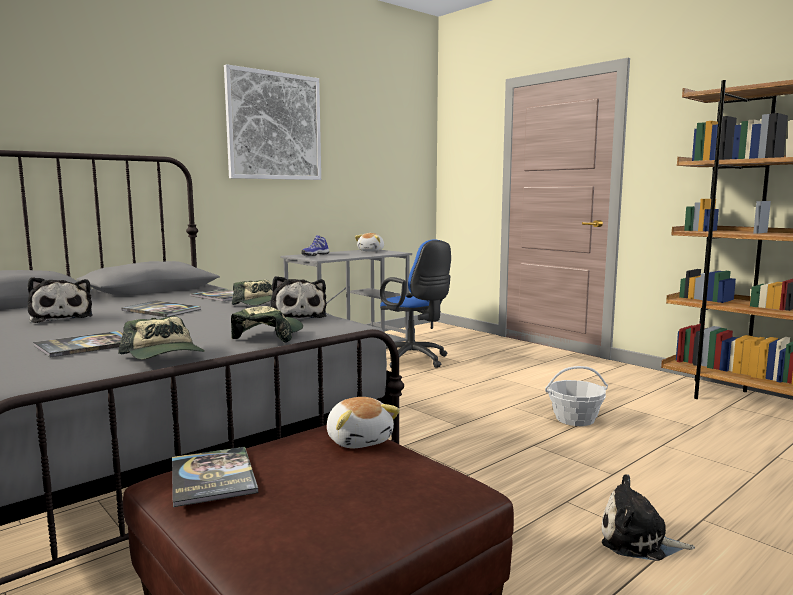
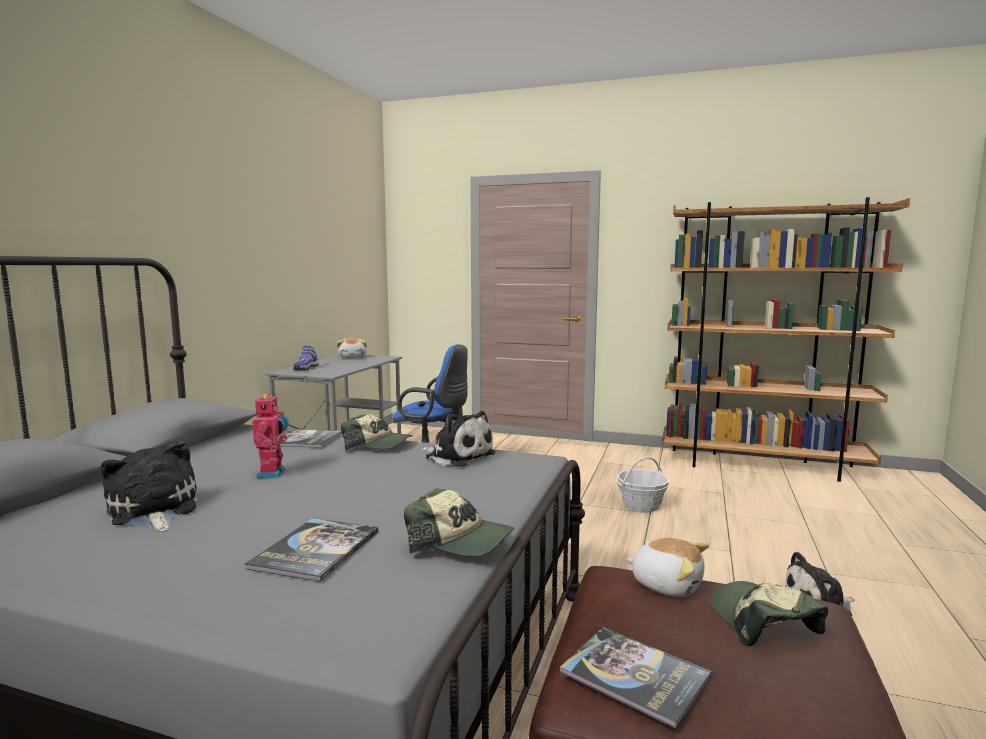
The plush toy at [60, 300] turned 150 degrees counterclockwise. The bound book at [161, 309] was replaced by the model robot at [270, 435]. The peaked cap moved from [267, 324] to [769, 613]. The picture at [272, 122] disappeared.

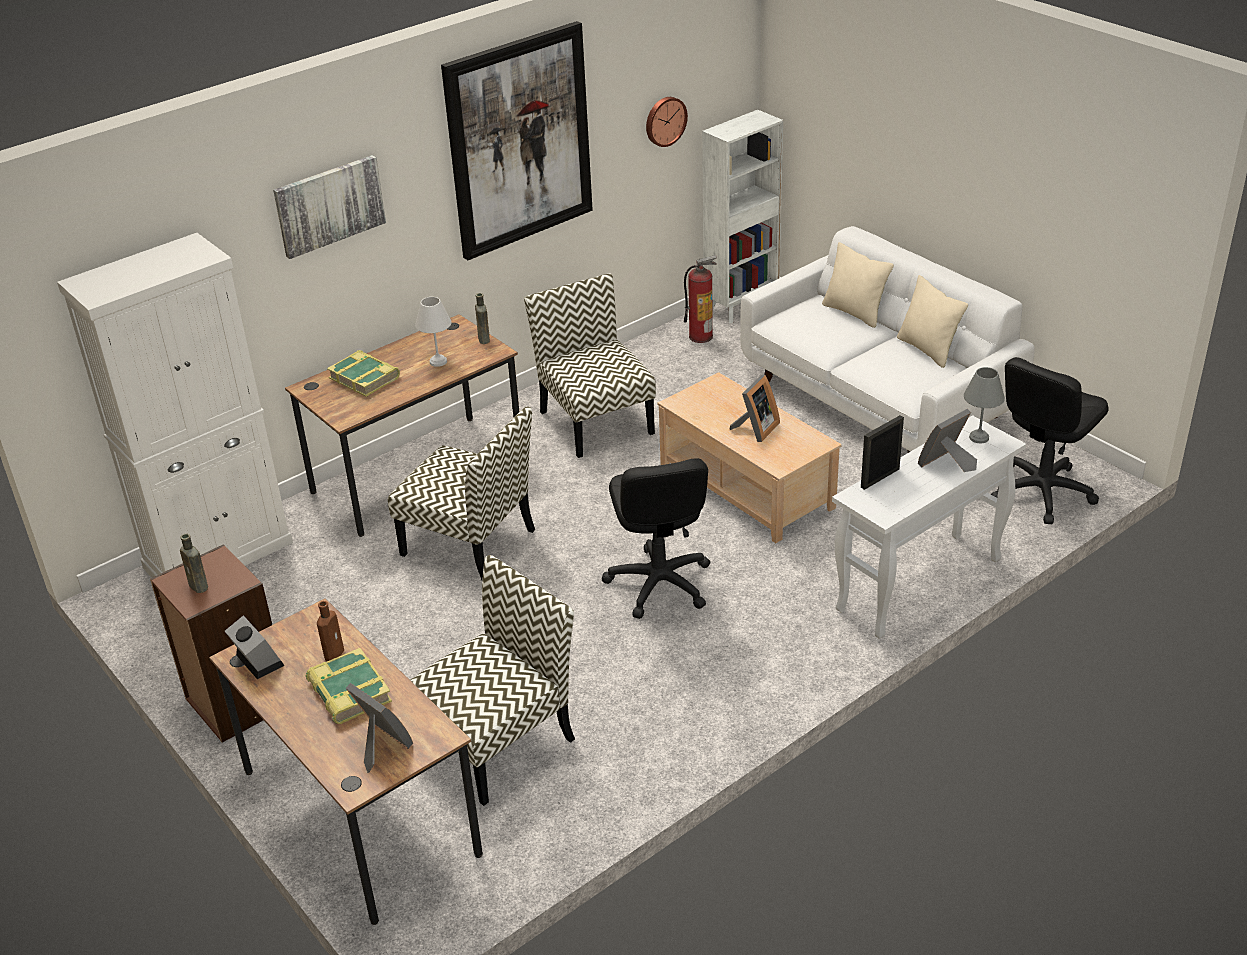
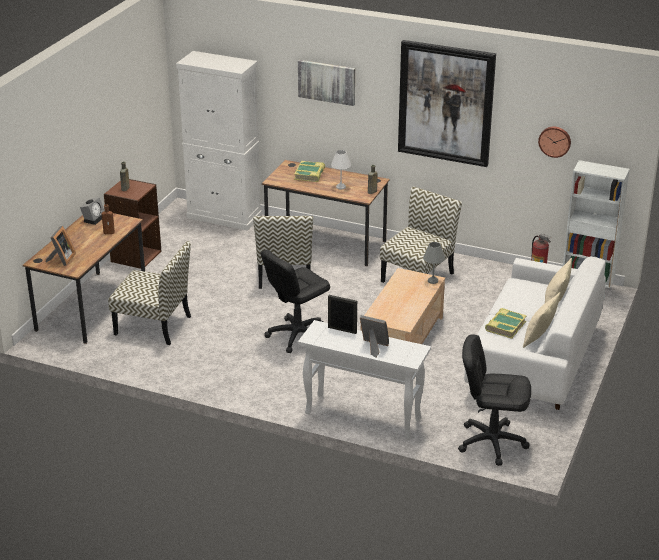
The greyish tabletop lamp moved from [984, 405] to [434, 263]. The bound book moved from [349, 686] to [506, 323]. The photo frame at [754, 408] disappeared.

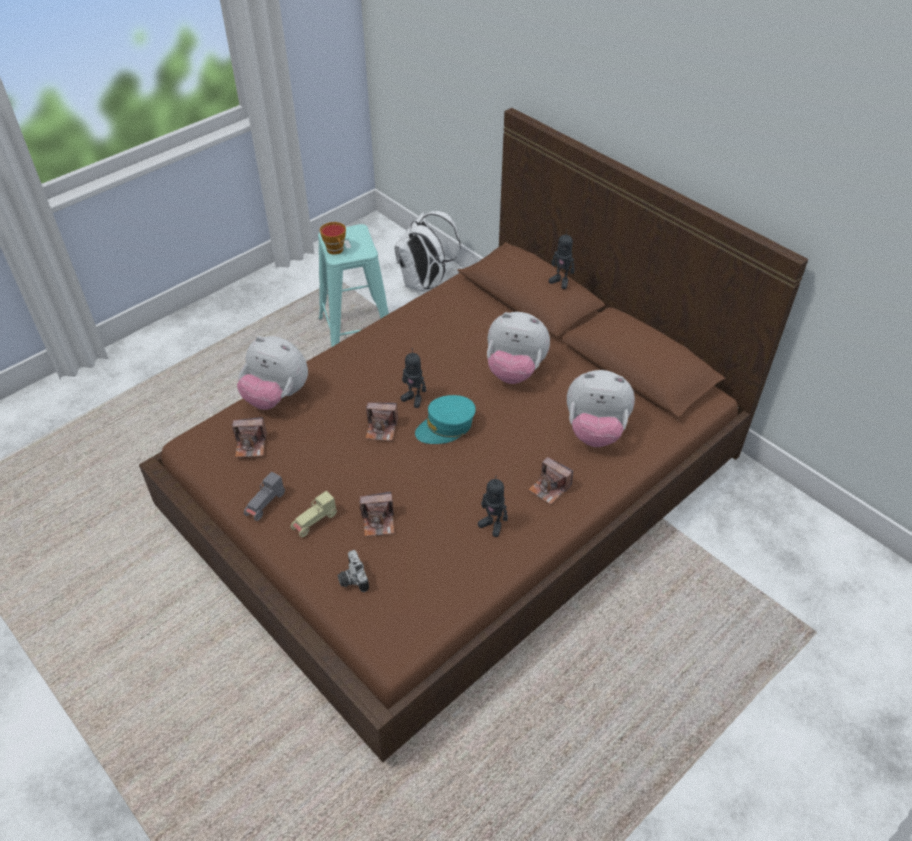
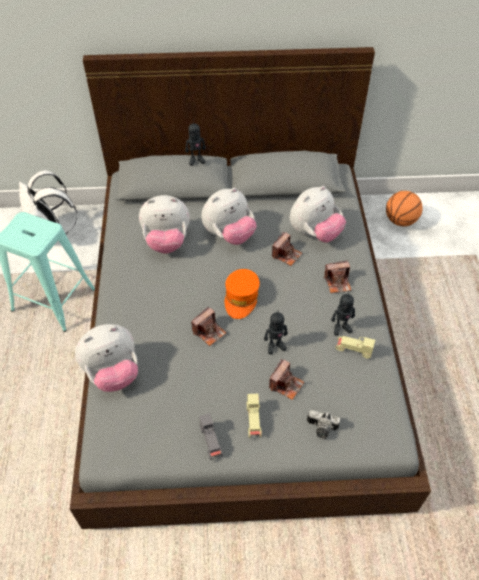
The brownish bedroom bed at [473, 435] became the greyish bedroom bed at [250, 288]. The plush toy at [164, 224] appeared. The turquoise-coloured peaked cap at [445, 419] became the orange-coloured peaked cap at [242, 294]. The model robot moved from [413, 378] to [276, 333]. The still camera moved from [249, 437] to [287, 249]. The beige model car at [355, 347] appeared. The ball for basketball at [404, 208] appeared. The cup at [333, 238] disappeared.

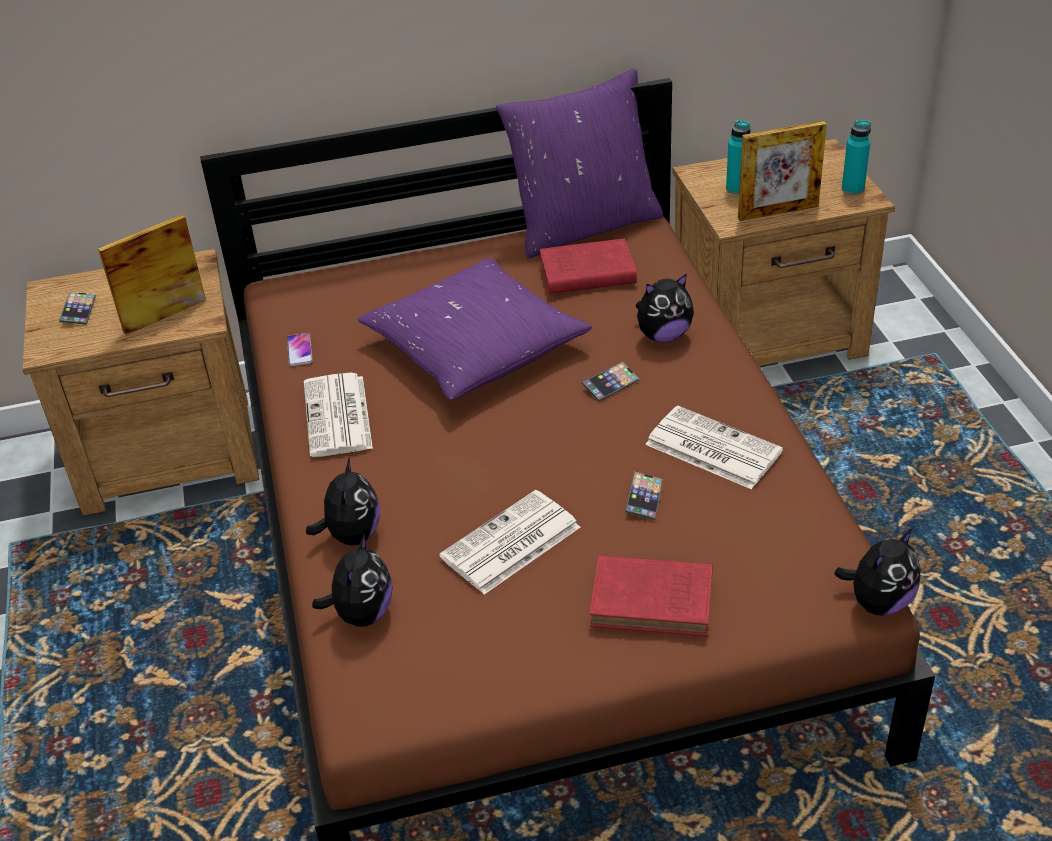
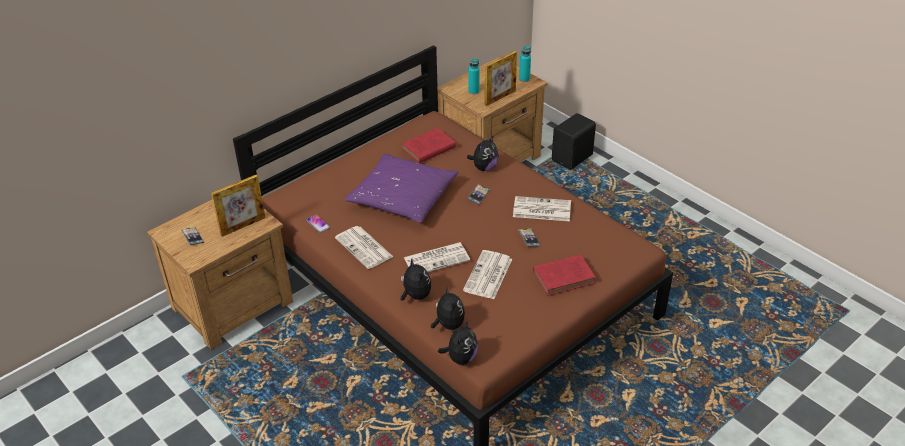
The photo frame at [152, 274] turned 150 degrees counterclockwise. The daily paper at [437, 257] appeared. The plush toy moved from [877, 572] to [458, 343]. The black-coloured loudspeaker at [574, 141] appeared. The purple-coloured pillow at [579, 163] disappeared.

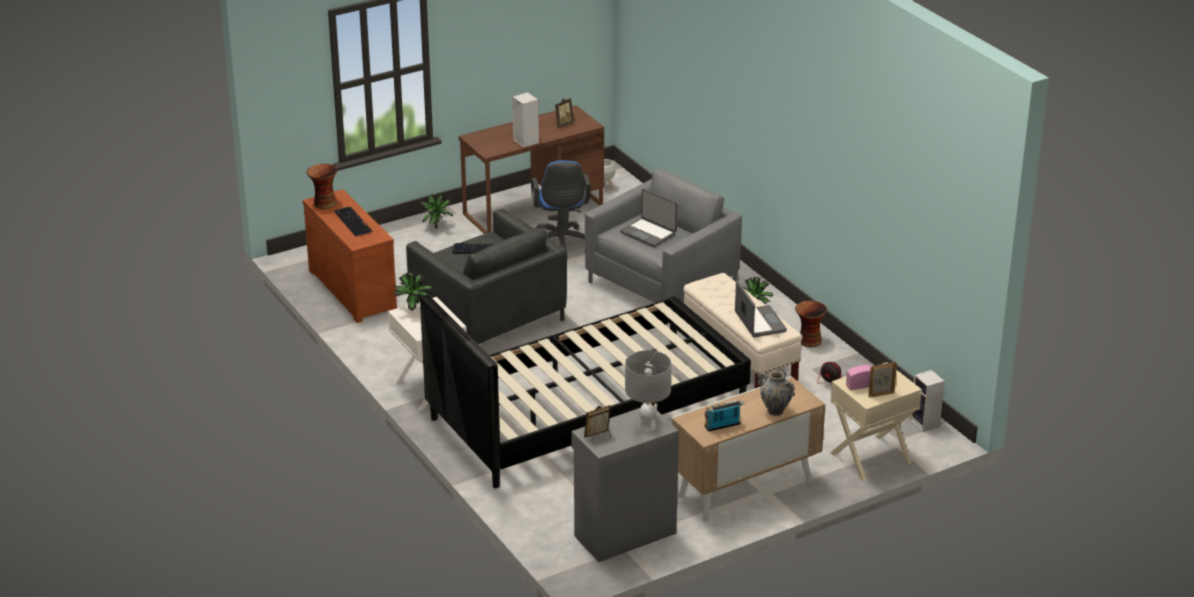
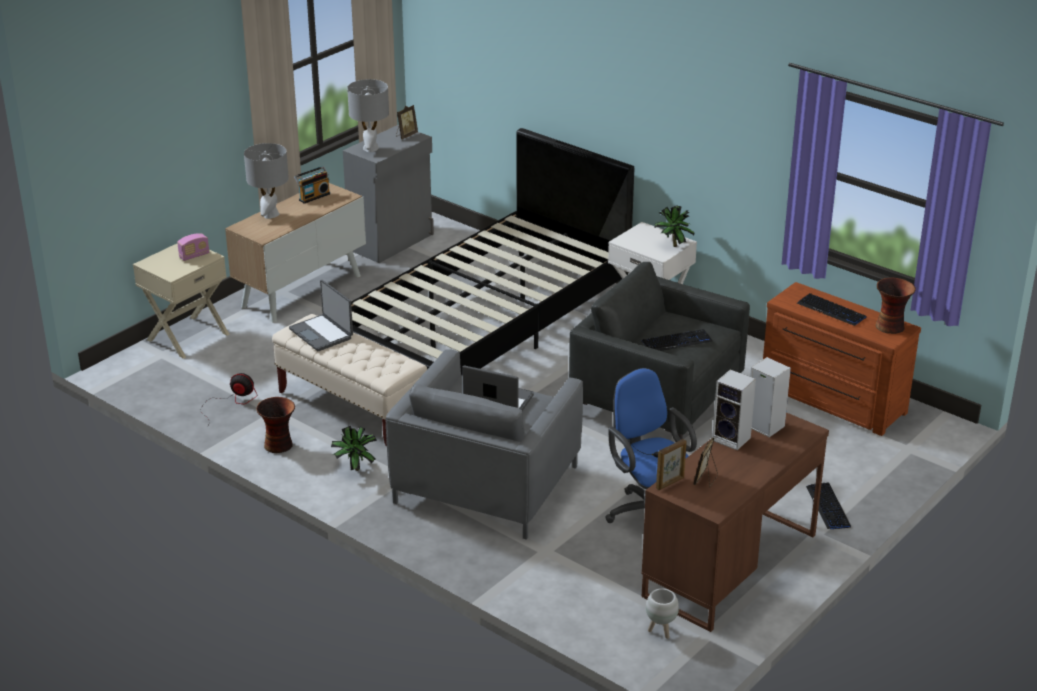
The decorative vase at [776, 393] was replaced by the greyish tabletop lamp at [266, 181]. The photo frame moved from [883, 380] to [671, 464]. The loudspeaker moved from [927, 401] to [770, 397]. The plant in a pot at [436, 211] was replaced by the keyboard at [828, 505].

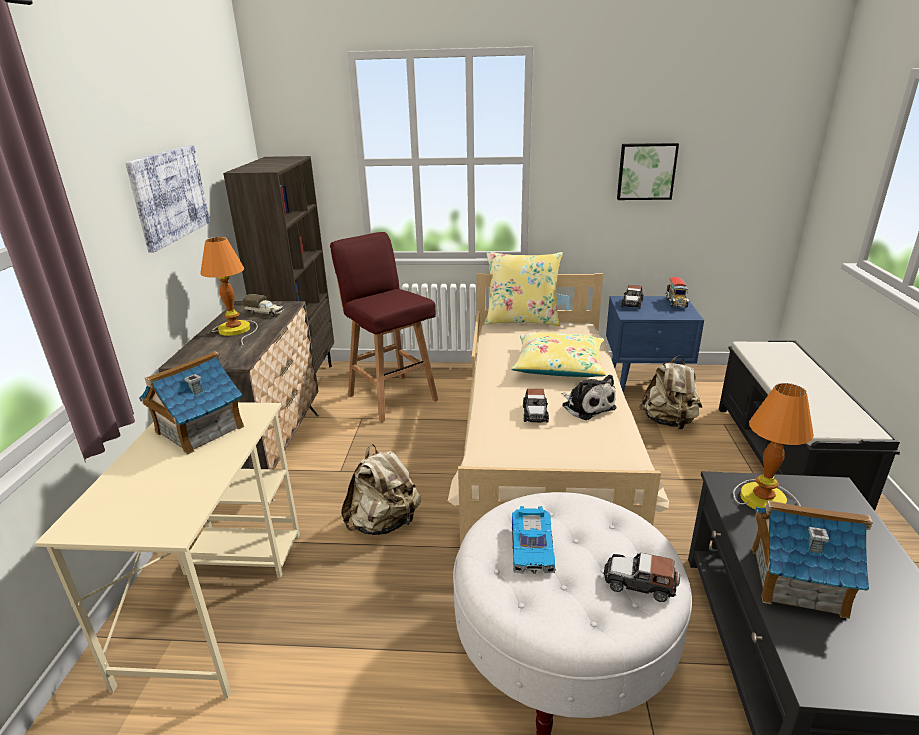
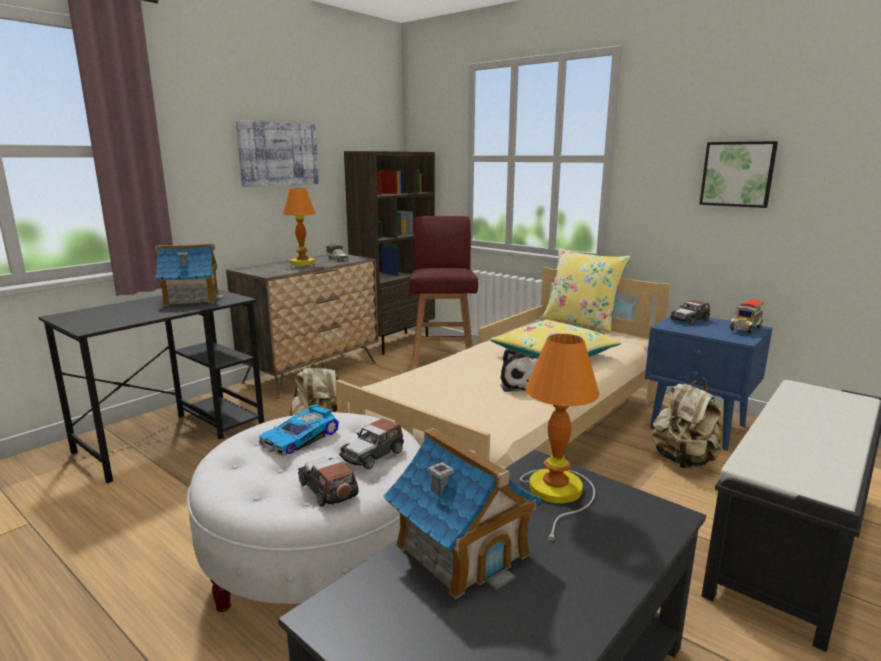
The beige desk table at [167, 550] became the black-coloured desk table at [151, 386]. The model car moved from [536, 405] to [371, 444].

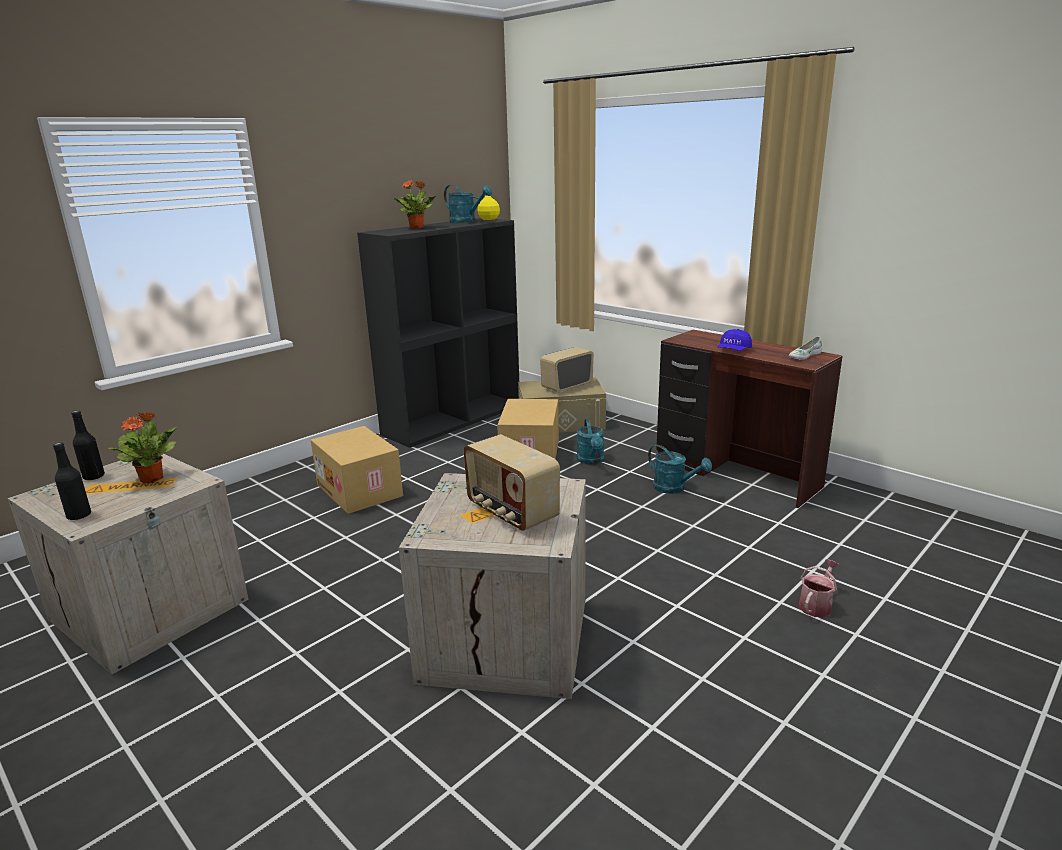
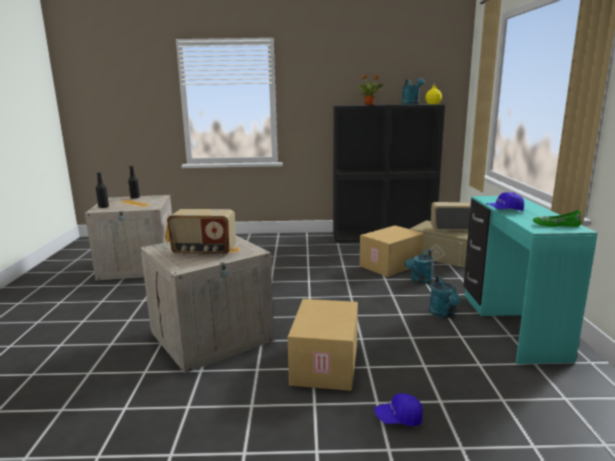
The radio at [511, 482] turned 90 degrees counterclockwise. The cardboard box moved from [357, 470] to [323, 345]. The watering pot at [819, 588] was replaced by the blue-coloured peaked cap at [398, 409]. The brownish desk table at [749, 418] became the turquoise-coloured desk table at [531, 280]. The white-coloured shoe at [805, 347] became the green shoe at [557, 218]. The plant in a pot at [142, 448] disappeared.

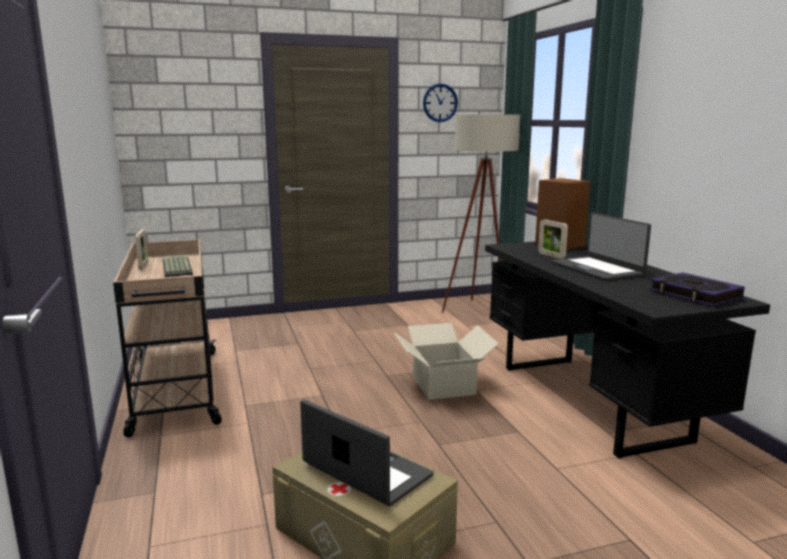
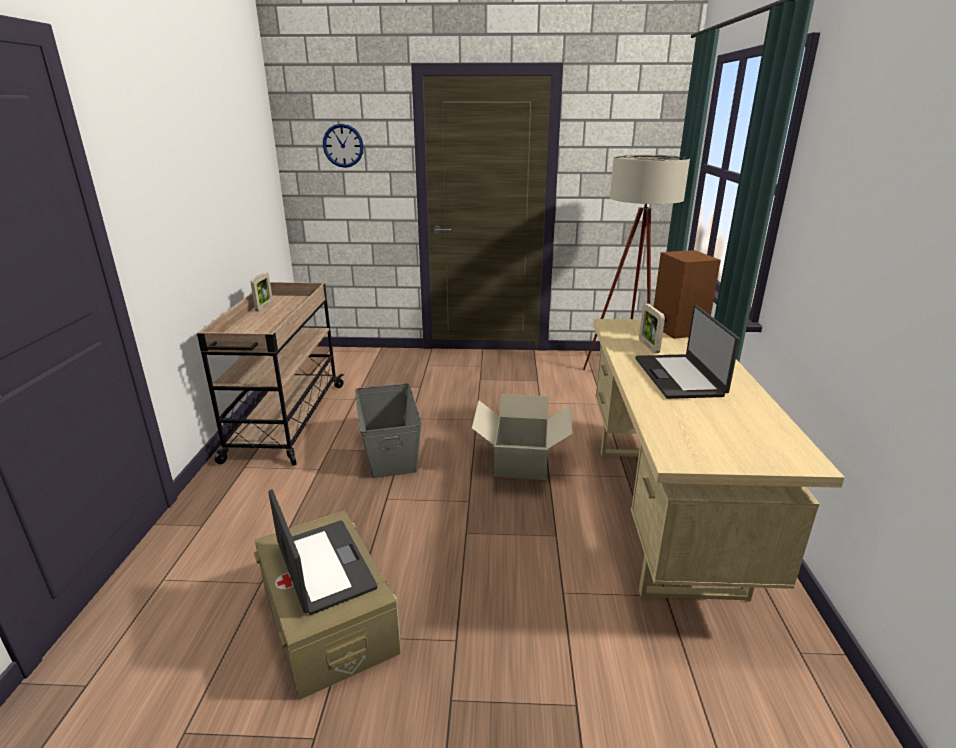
The clock on the wall moved from [440, 103] to [343, 146]. The greyish storage container at [388, 430] appeared. The black-coloured desk table at [627, 349] became the beige desk table at [719, 460]. The keyboard at [178, 266] disappeared. The bound book at [697, 289] disappeared.

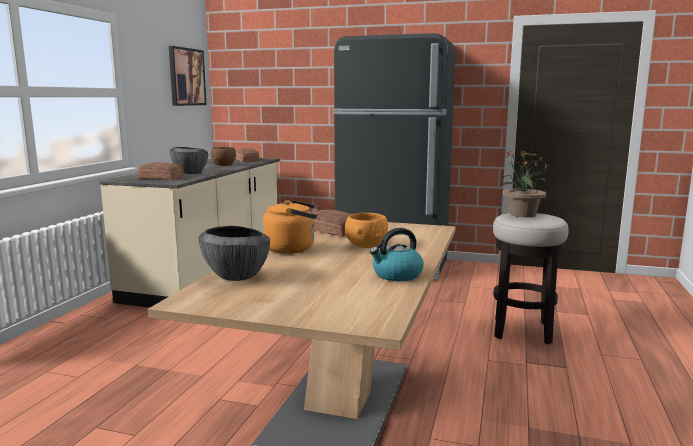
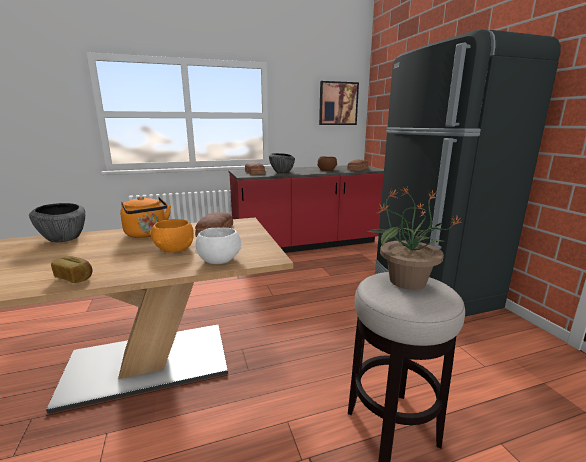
The water kettle at [397, 254] was replaced by the bread at [71, 269]. The white-coloured deep dish at [218, 246] appeared. The beige kitchen counter at [189, 233] became the red kitchen counter at [306, 209].

